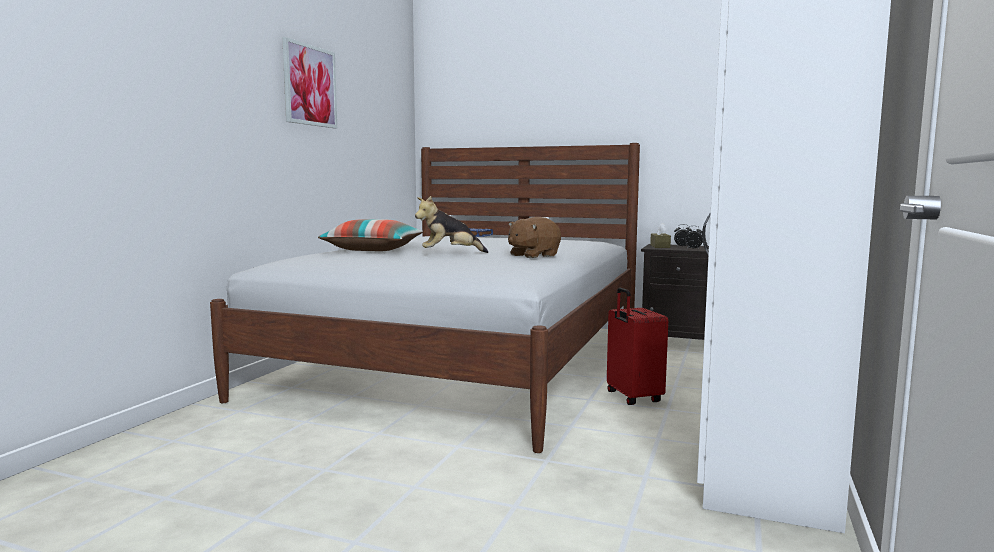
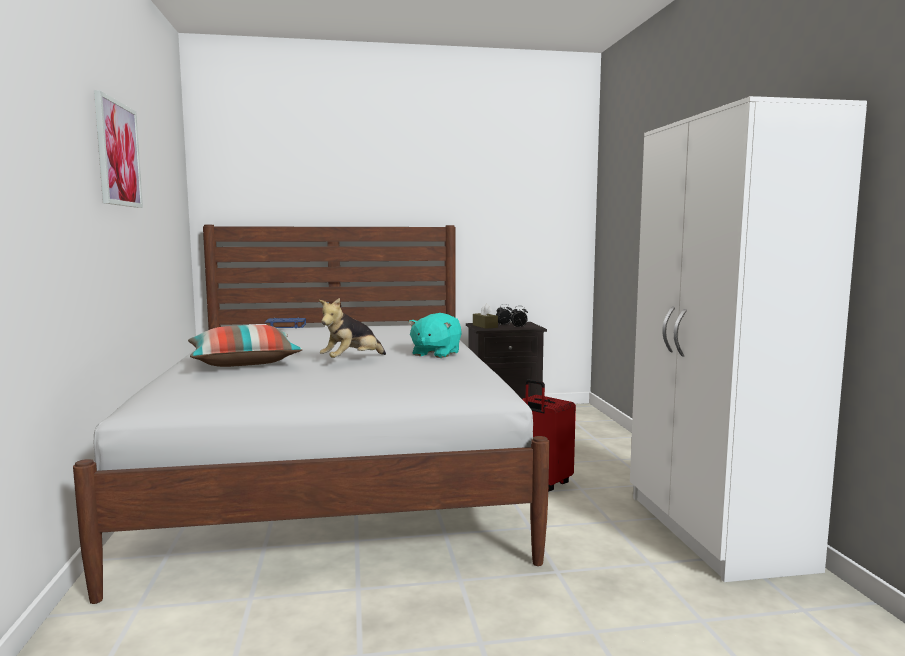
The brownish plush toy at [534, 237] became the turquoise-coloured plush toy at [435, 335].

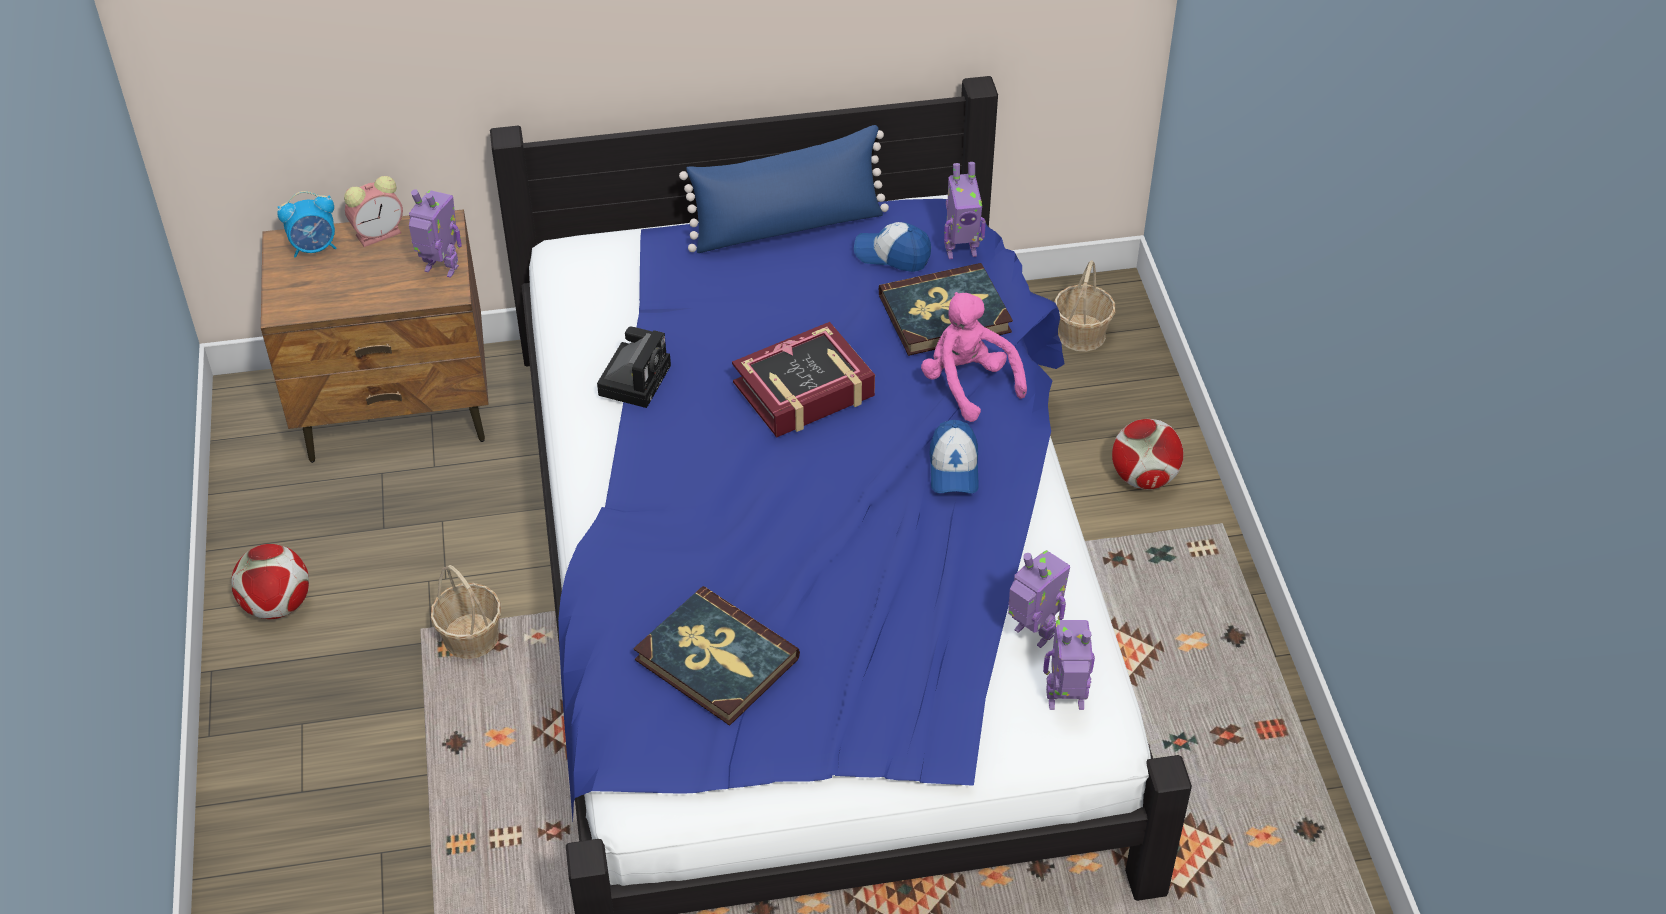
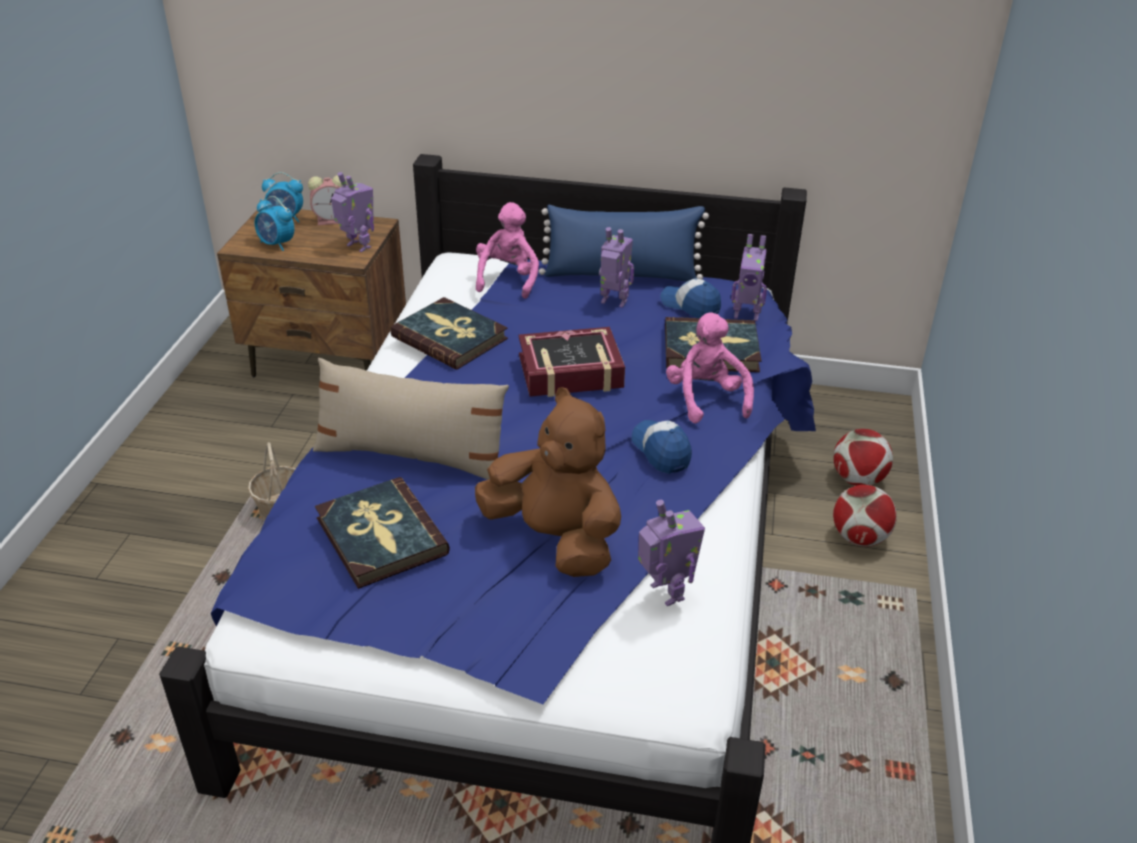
The alarm clock at [274, 223] appeared. The beige pillow at [411, 419] appeared. The still camera at [634, 367] was replaced by the bound book at [449, 333]. The brownish plush toy at [548, 482] appeared. The pink plush toy at [507, 250] appeared. The model robot moved from [1069, 665] to [616, 267]. The peaked cap at [954, 457] turned 135 degrees clockwise. The football moved from [270, 581] to [863, 457]. The household basket at [1084, 306] disappeared.

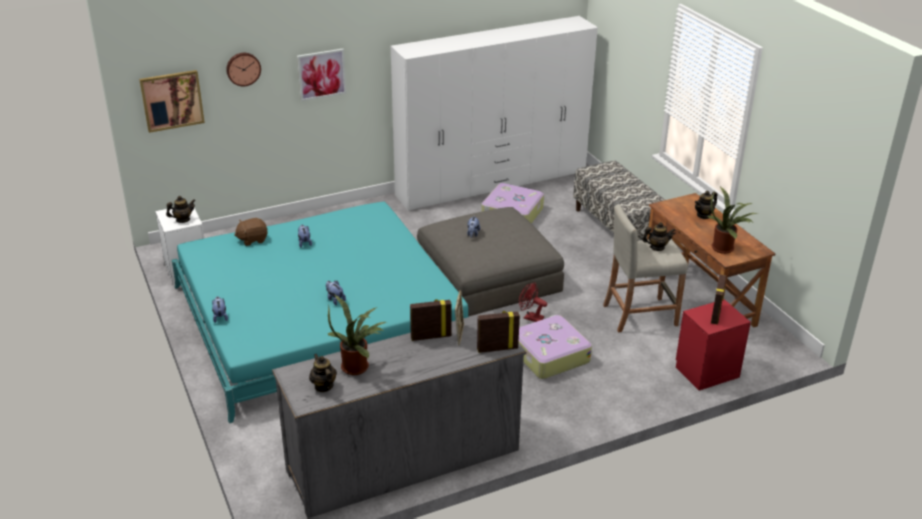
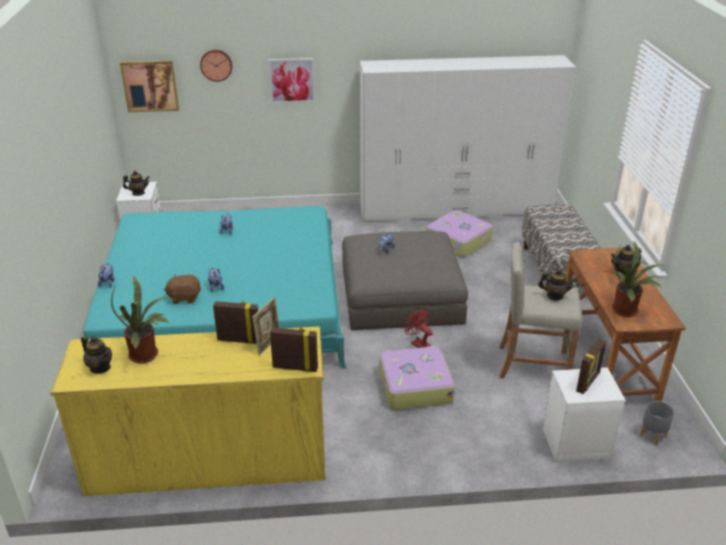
The greyish chest of drawers at [399, 414] became the yellow-coloured chest of drawers at [187, 411]. The teapot at [323, 373] turned 135 degrees clockwise. The brownish plush toy moved from [251, 232] to [182, 289]. The red bedside table at [713, 345] became the white-coloured bedside table at [584, 415]. The greyish flower pot at [657, 423] appeared.

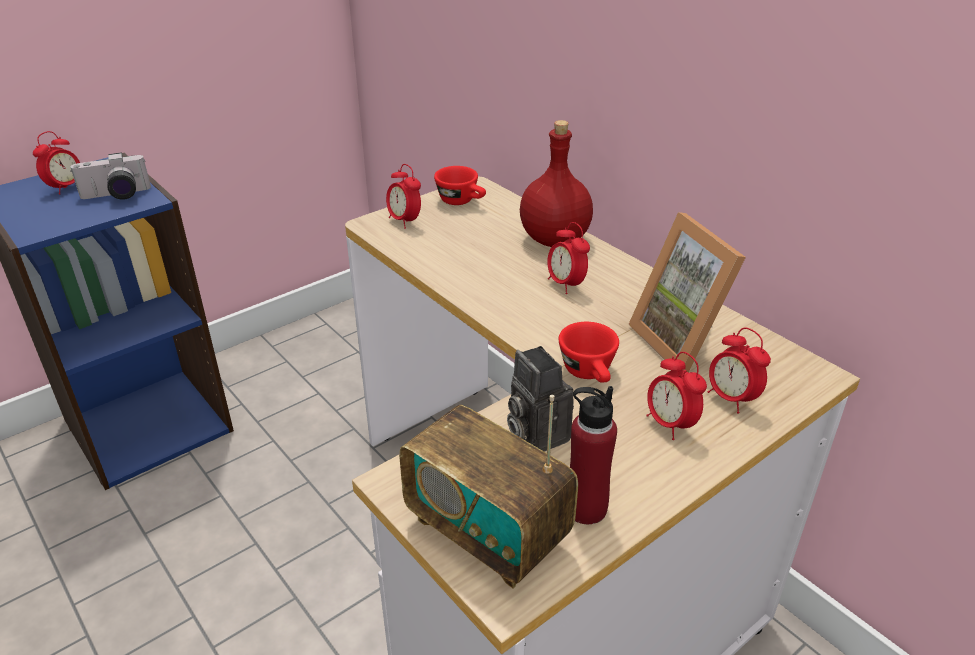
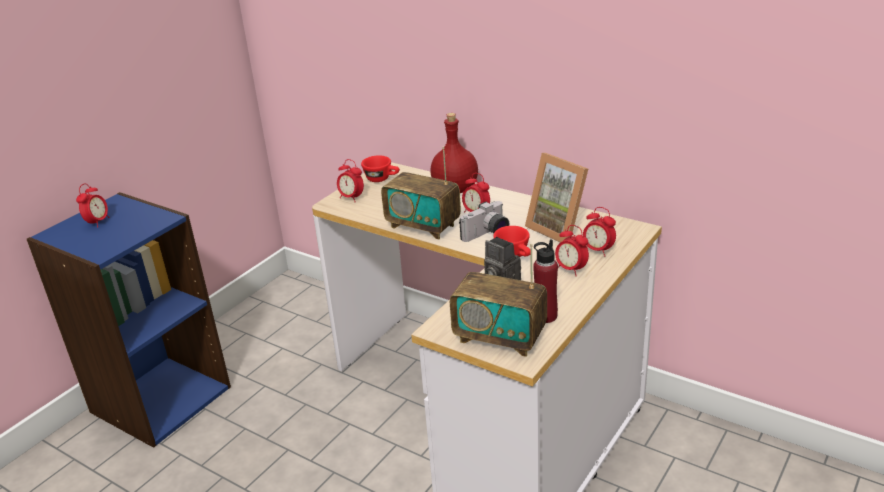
The radio at [421, 193] appeared. The still camera moved from [110, 176] to [484, 221].

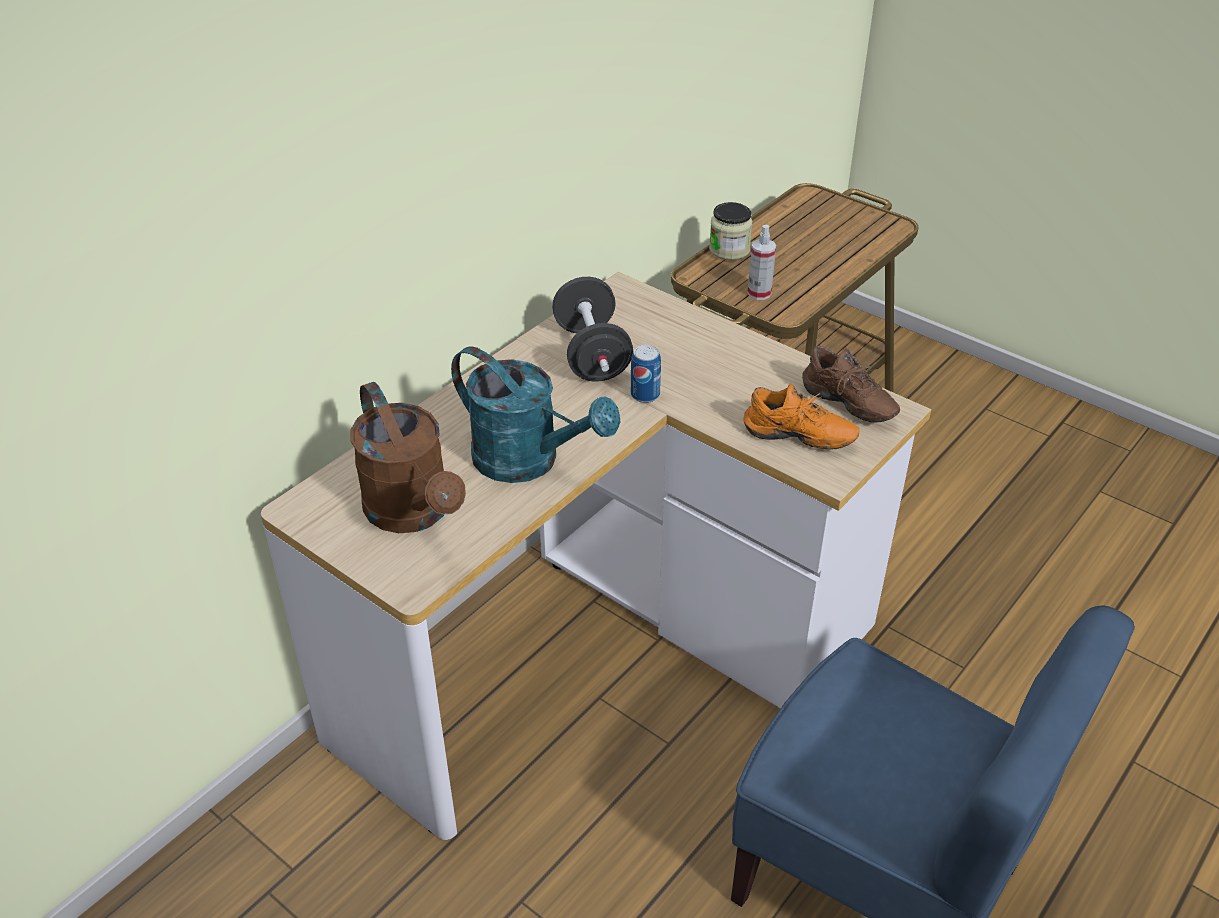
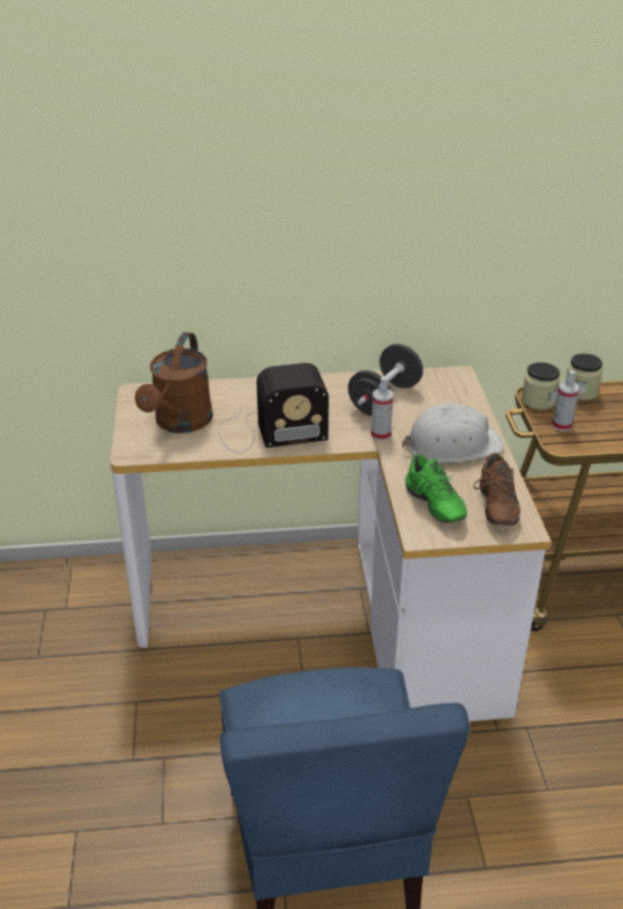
The turquoise-coloured watering pot at [536, 414] was replaced by the radio at [273, 408]. The metal can at [646, 374] was replaced by the sprayer at [382, 409]. The white-coloured hard hat at [453, 433] appeared. The orange-coloured shoe at [801, 416] became the green shoe at [436, 488]. The storage jar at [541, 386] appeared.

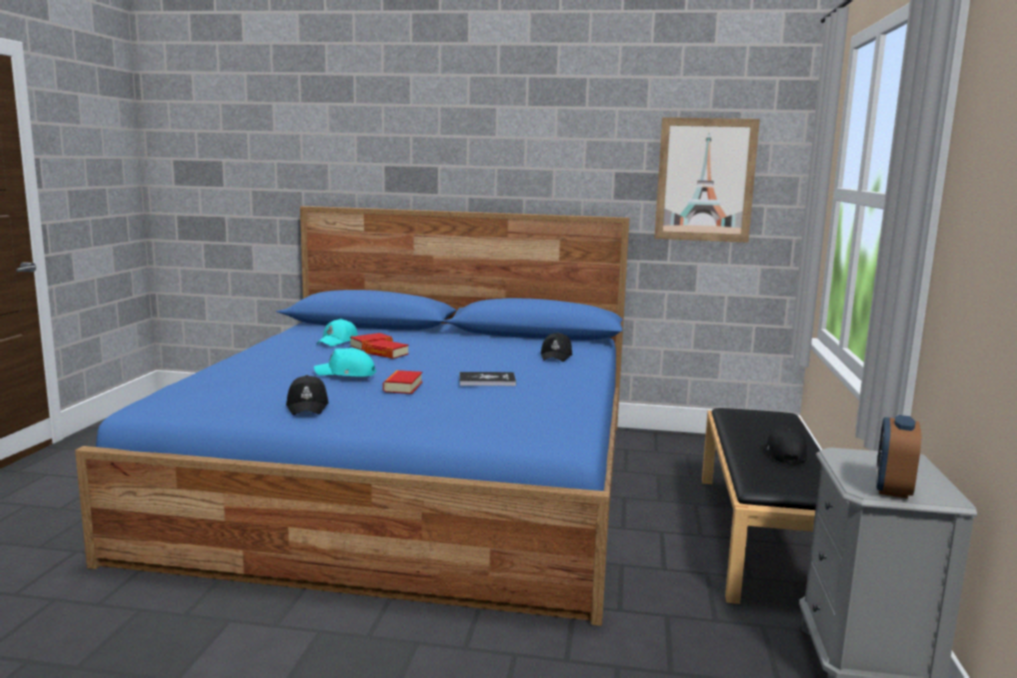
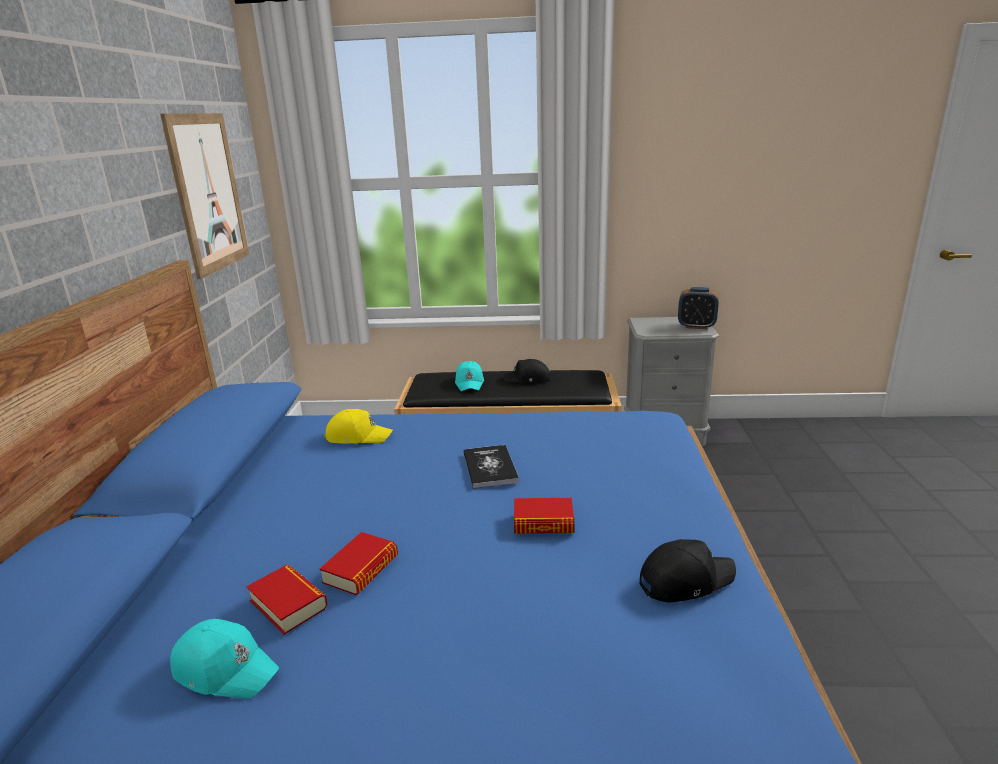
The black-coloured peaked cap at [556, 347] became the yellow-coloured peaked cap at [359, 426]. The turquoise-coloured peaked cap moved from [345, 362] to [469, 376].

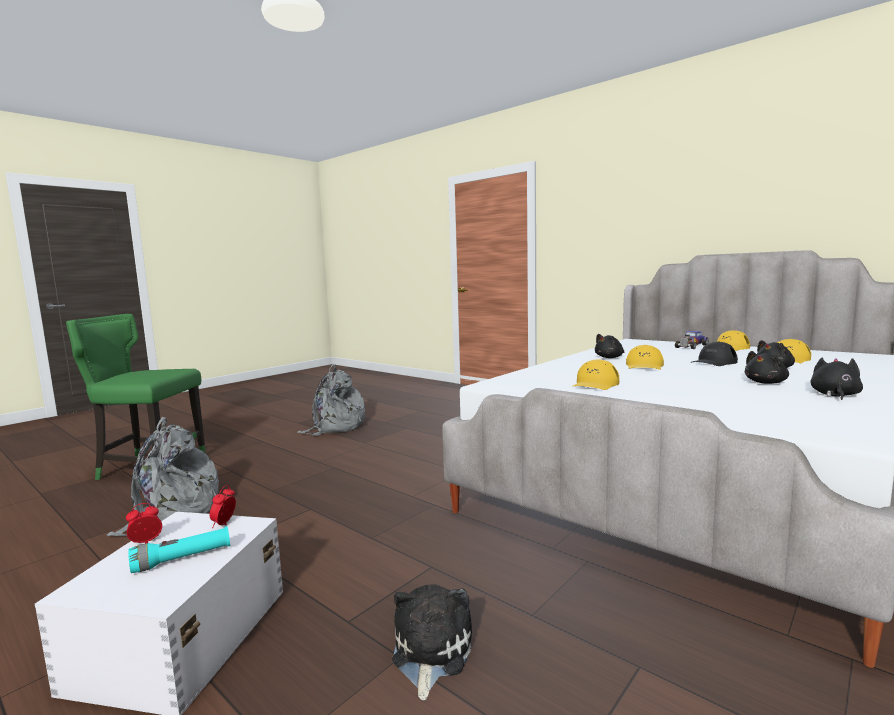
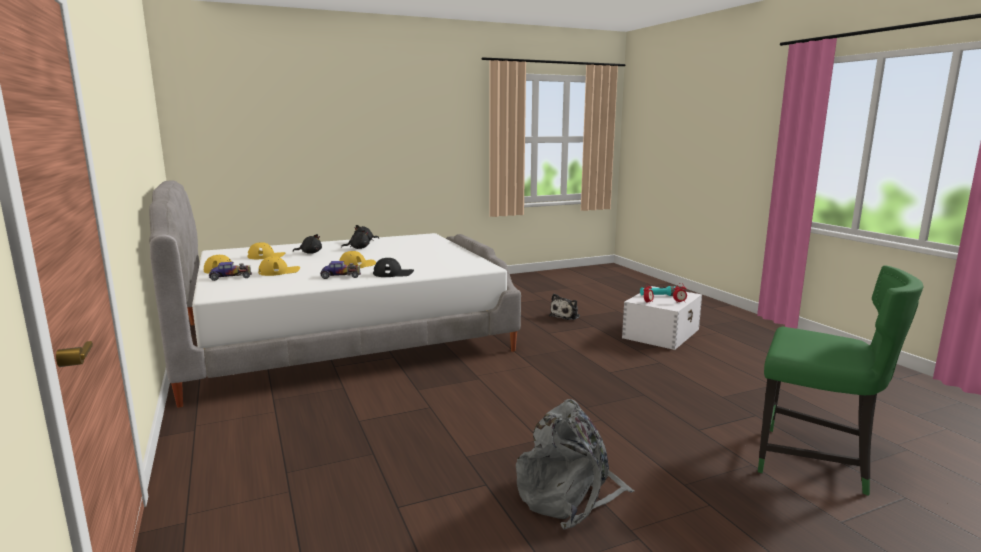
The yellow-coloured peaked cap moved from [595, 374] to [279, 266]. The black-coloured plush toy at [609, 346] was replaced by the model car at [340, 270]. The black-coloured peaked cap moved from [714, 354] to [393, 267]. The greyish knapsack at [163, 476] disappeared.

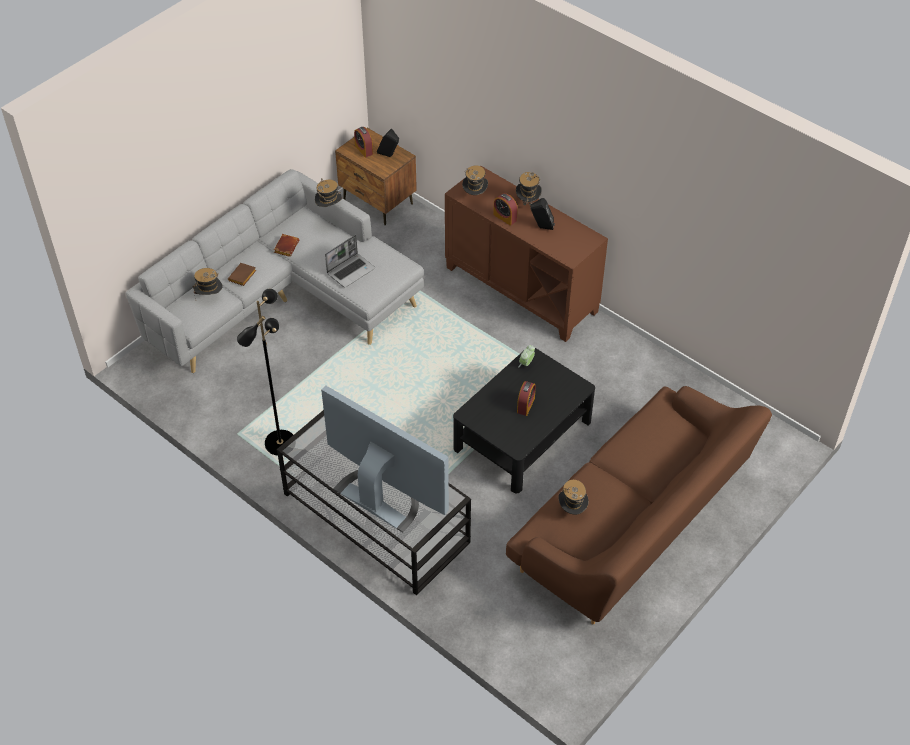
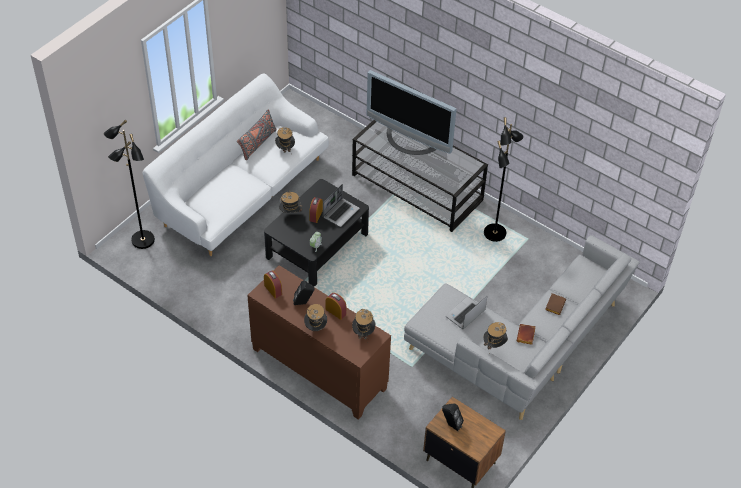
The black-coloured standing lamp at [129, 184] appeared. The brownish couch at [639, 505] became the white-coloured couch at [236, 164]. The greyish pillow at [257, 134] appeared. The alarm clock moved from [363, 142] to [273, 284]. The wearable hat moved from [207, 281] to [291, 201]. The laptop at [341, 205] appeared.

